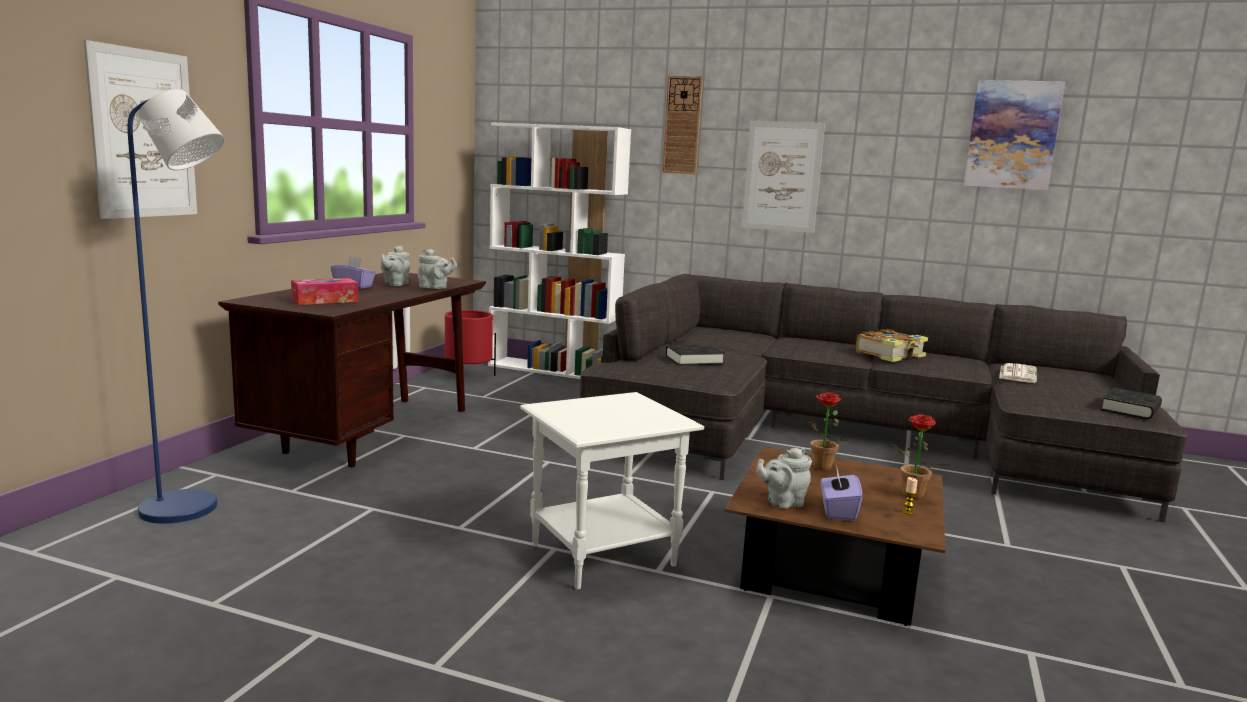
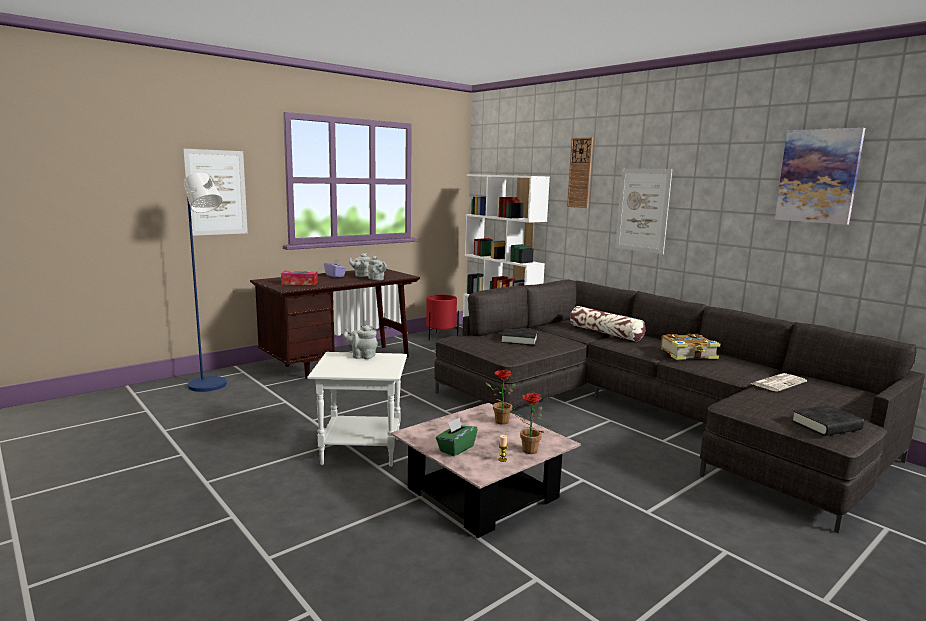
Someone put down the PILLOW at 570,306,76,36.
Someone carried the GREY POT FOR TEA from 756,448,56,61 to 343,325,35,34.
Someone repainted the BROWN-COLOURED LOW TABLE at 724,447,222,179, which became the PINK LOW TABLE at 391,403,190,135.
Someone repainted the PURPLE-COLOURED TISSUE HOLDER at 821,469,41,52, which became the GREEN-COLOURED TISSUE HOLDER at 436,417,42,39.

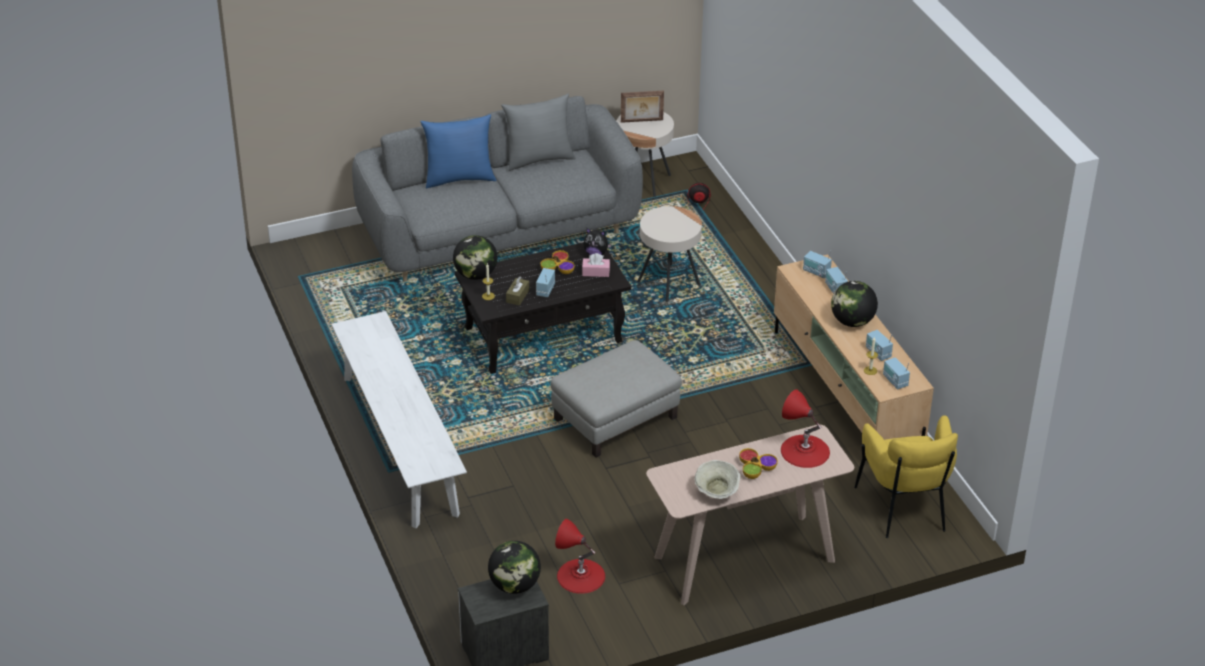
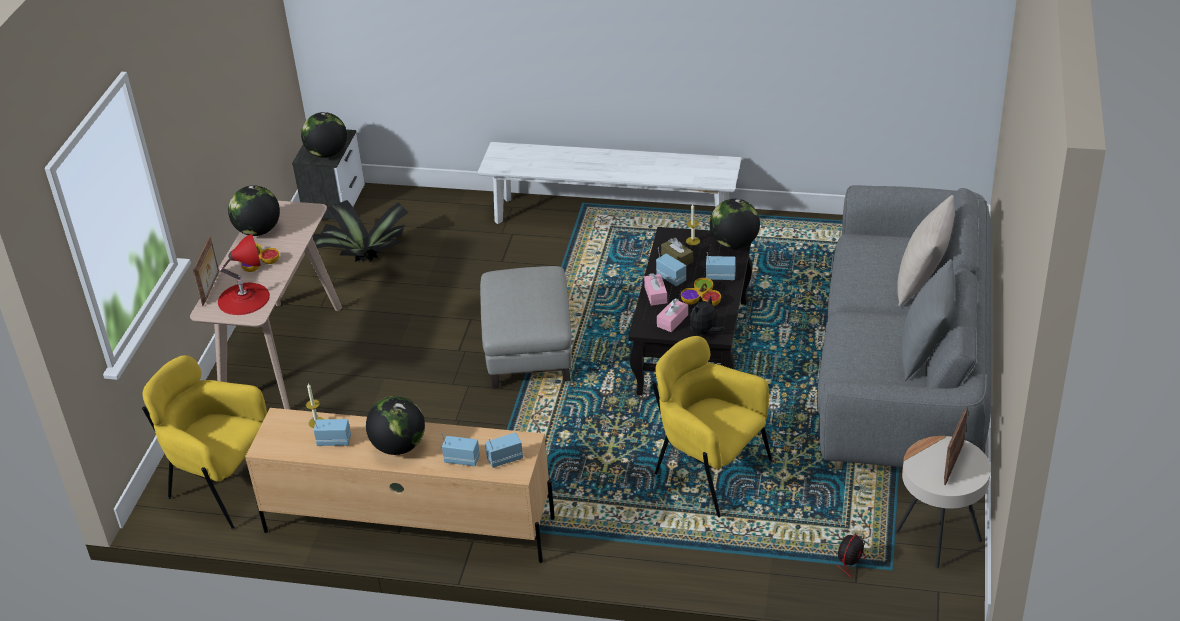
Someone put down the PHOTO FRAME at 193,236,26,70.
Someone put down the PINK TISSUE HOLDER at 644,273,23,33.
Someone carried the RADIO from 883,357,27,32 to 706,252,29,28.
Someone swapped the RED-COLOURED LAMP FOR A TABLE at 555,519,50,75 for the POTTED PLANT at 312,200,97,63.
Someone swapped the BEIGE-COLOURED SIDE TABLE at 638,206,64,96 for the YELLOWISH LOUNGE CHAIR at 652,336,120,182.
Someone swapped the BEIGE-COLOURED SERVING BOWL at 695,460,46,39 for the GLOBE at 228,185,52,51.
Someone repainted the BLUISH PILLOW at 420,114,76,74, which became the BEIGE-COLOURED PILLOW at 898,195,56,111.

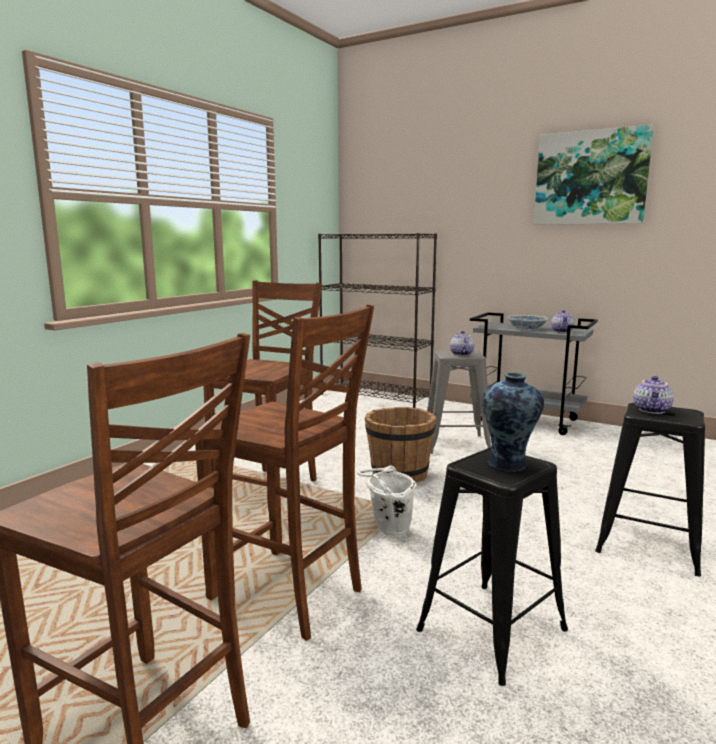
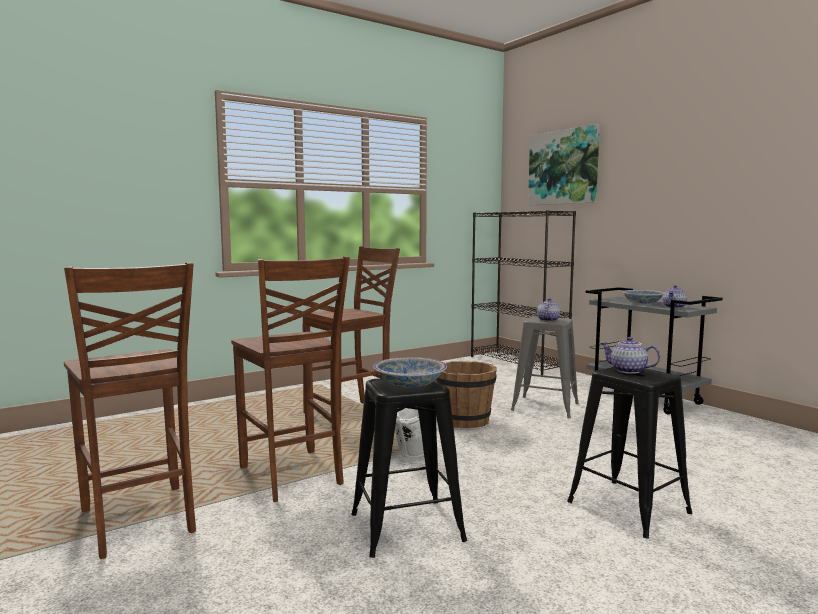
Someone carried the WALL ART from 534,125,120,100 to 528,124,72,81.
Someone swapped the FLOWER VASE at 482,372,62,100 for the SERVING BOWL at 373,357,74,30.
Someone rotated the POT FOR TEA at 633,376,41,38 by 75 degrees clockwise.

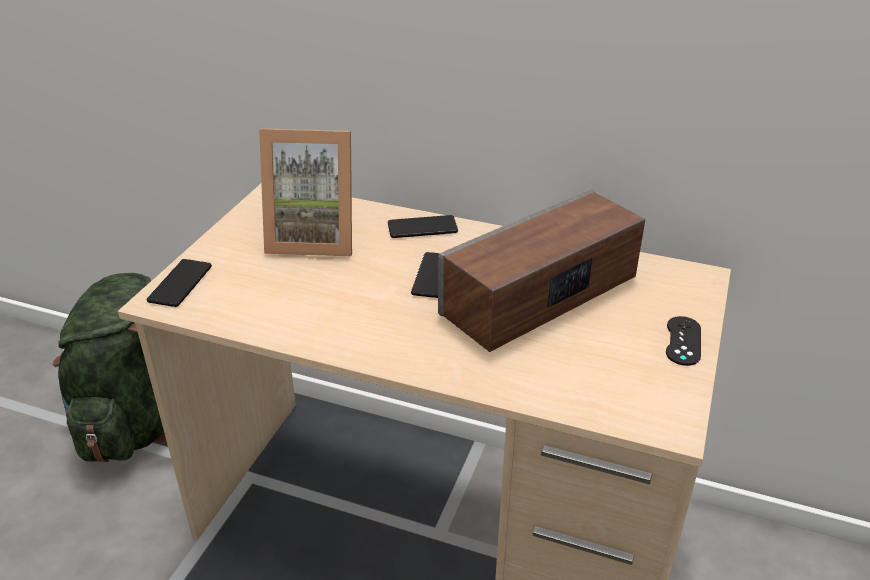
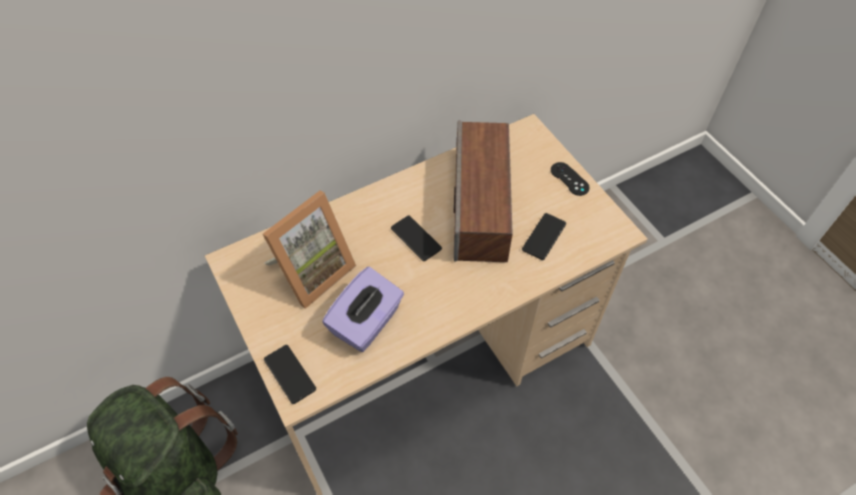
Someone put down the PURPLE-COLOURED TISSUE HOLDER at 322,267,82,85.
Someone carried the TELEPHONE from 388,215,70,23 to 522,213,44,47.

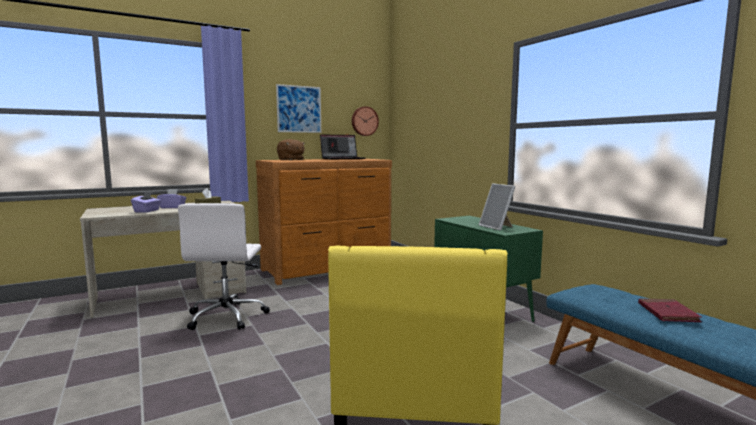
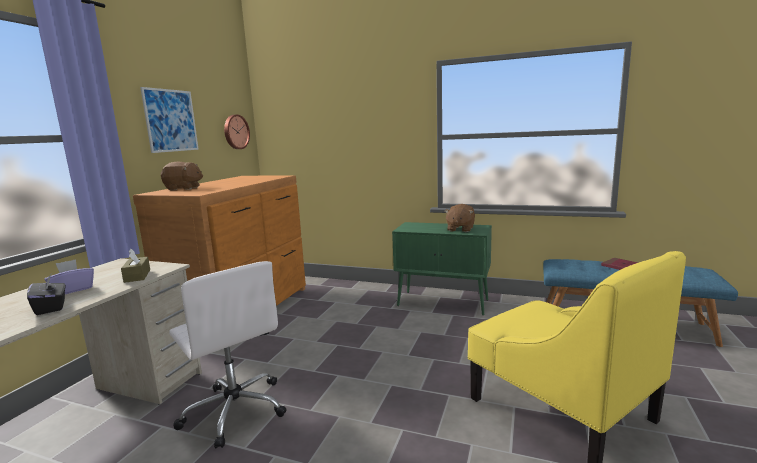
Someone took away the PORTABLE COMPUTER at 320,135,45,24.
Someone swapped the PHOTO FRAME at 479,183,36,48 for the BROWN-COLOURED CUDDLY TOY at 444,204,31,28.
Someone repainted the PURPLE-COLOURED TISSUE HOLDER at 131,191,30,22, which became the BLACK TISSUE HOLDER at 27,274,39,41.

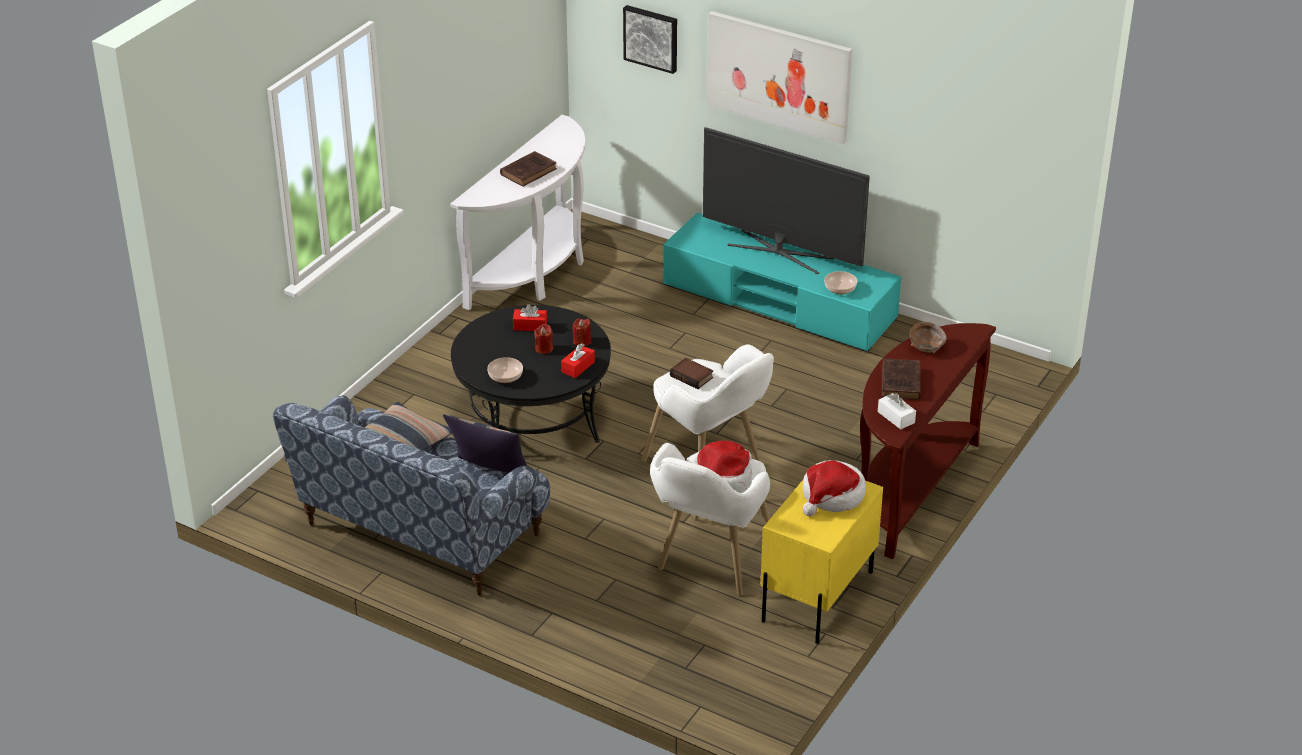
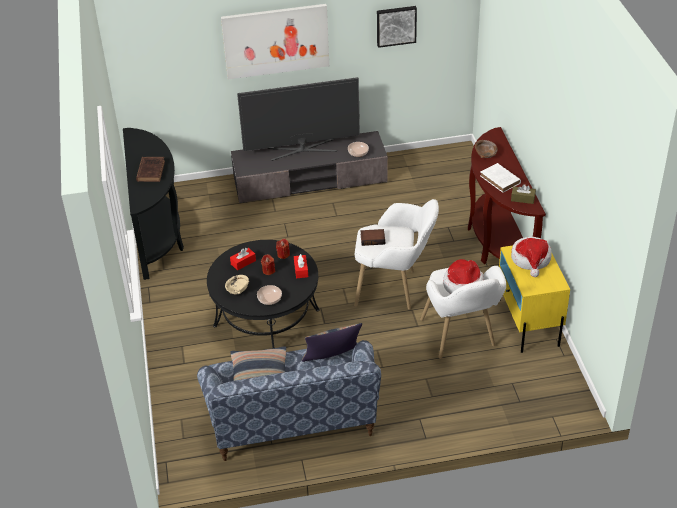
Someone put down the BEIGE-COLOURED SERVING BOWL at 225,275,24,20.
Someone carried the WALL ART from 623,5,54,69 to 377,6,40,42.
Someone repainted the WHITISH HALL TABLE at 450,115,136,195, which became the BLACK HALL TABLE at 123,128,61,152.
Someone repainted the BLUE-GREEN TV STAND at 663,213,238,139, which became the GREY TV STAND at 231,131,157,72.
Someone repainted the WHITISH TISSUE HOLDER at 878,393,38,36, which became the BROWN-COLOURED TISSUE HOLDER at 511,184,25,20.
Someone repainted the BROWN-COLOURED BOOK at 882,358,39,42, which became the WHITISH BOOK at 480,163,41,30.

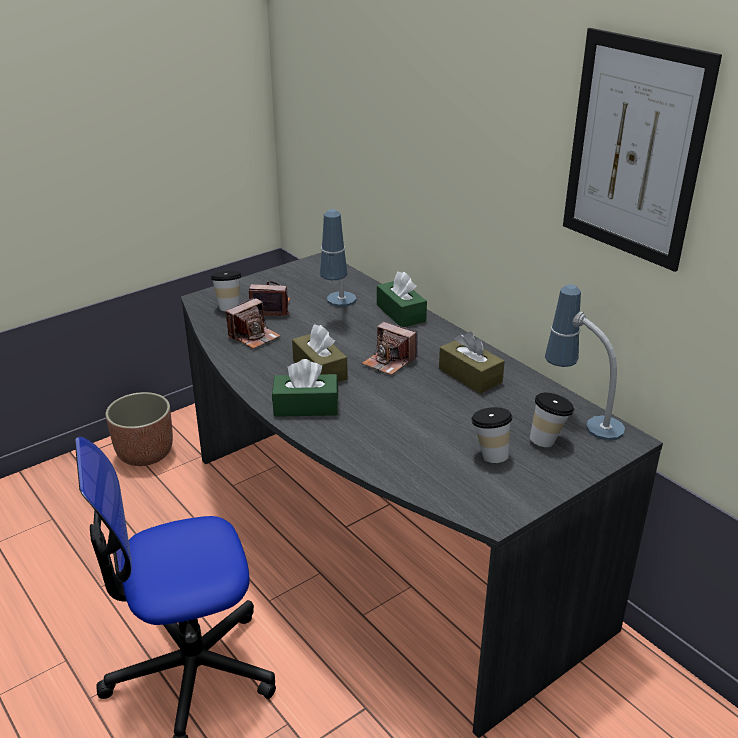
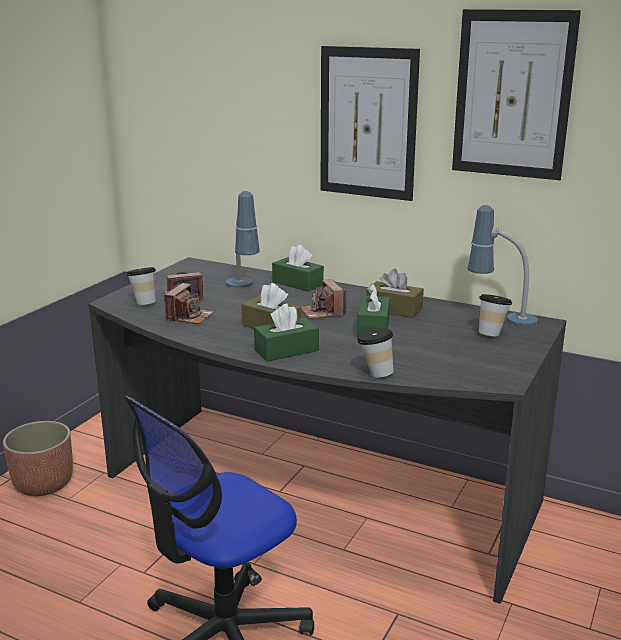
Someone put up the WALL ART at 320,46,100,155.
Someone put down the GREEN-COLOURED TISSUE HOLDER at 357,283,33,54.
Someone carried the CUP from 471,407,41,56 to 357,328,37,50.
Someone rotated the STILL CAMERA at 362,322,55,53 by 60 degrees clockwise.

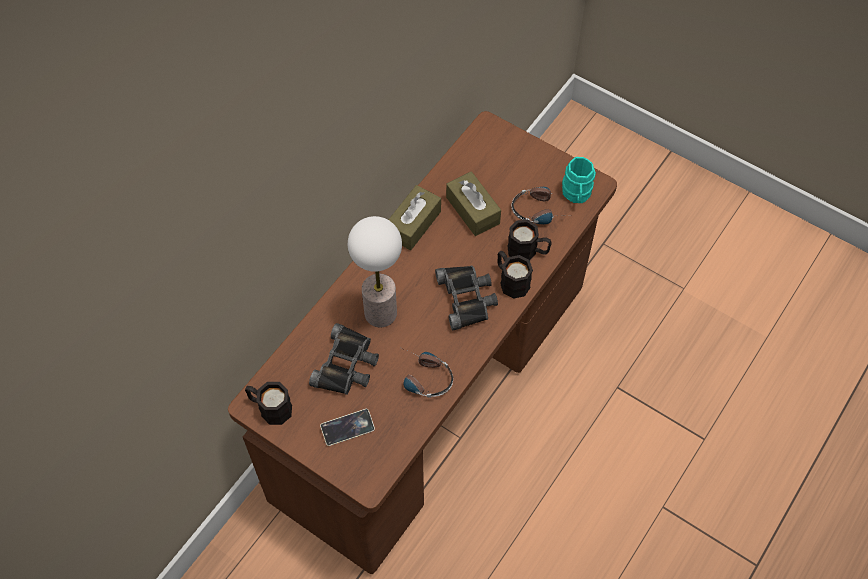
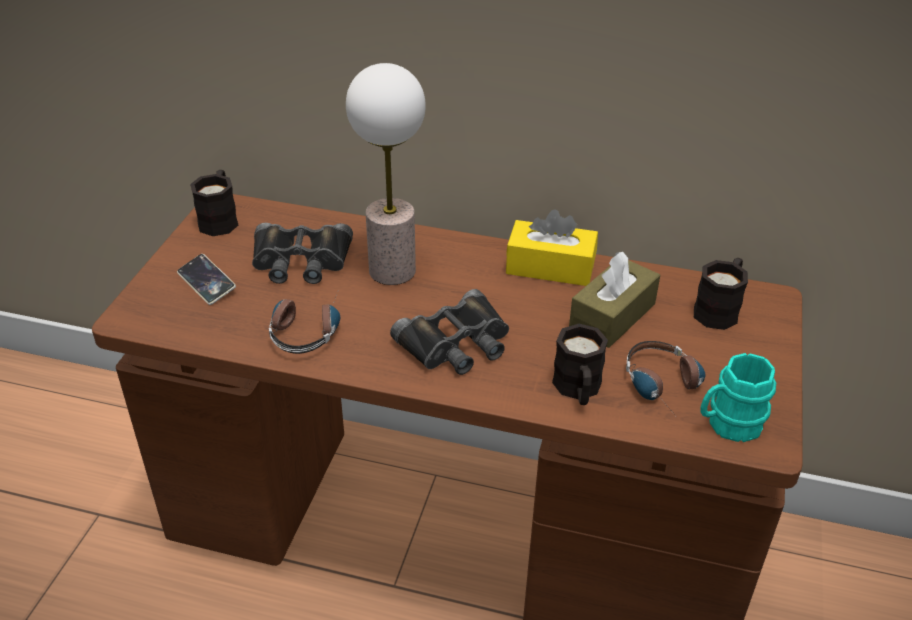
Someone carried the BLACK TEA MUG from 498,250,35,49 to 694,258,54,72.
Someone repainted the BROWN-COLOURED TISSUE HOLDER at 388,185,53,65, which became the YELLOWISH TISSUE HOLDER at 506,209,92,77.

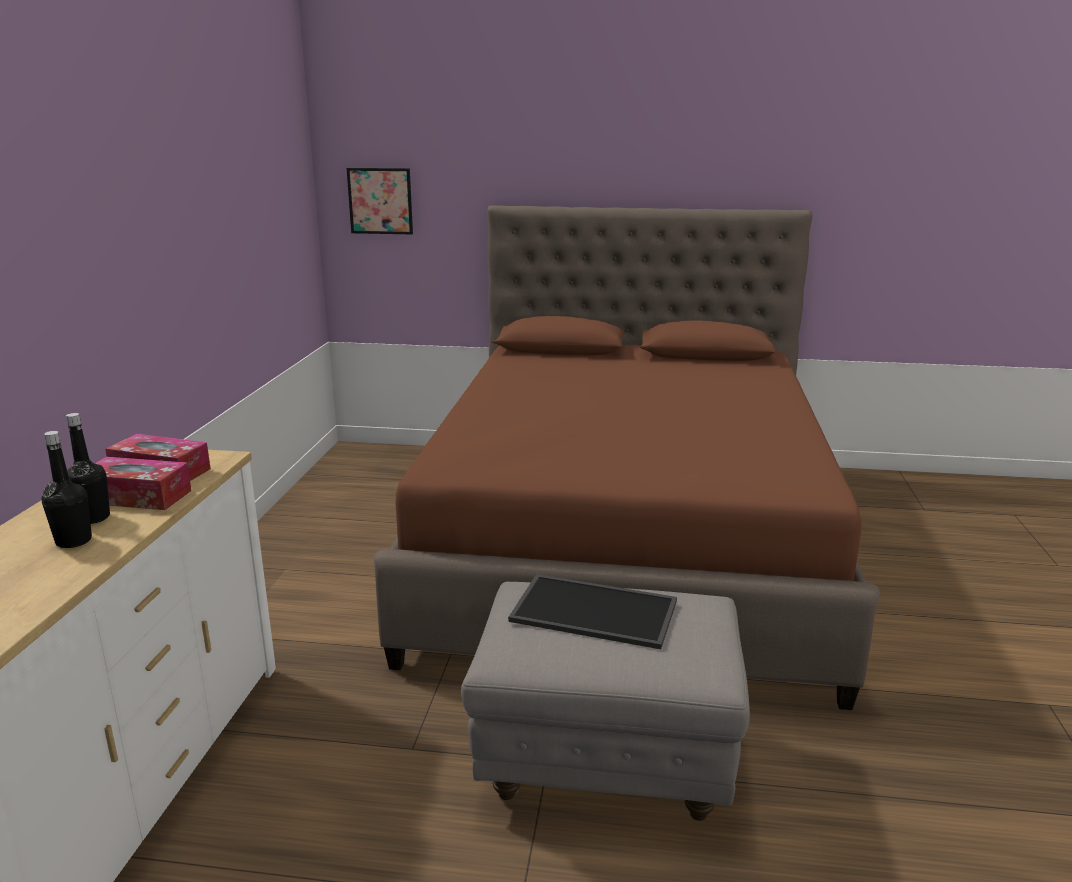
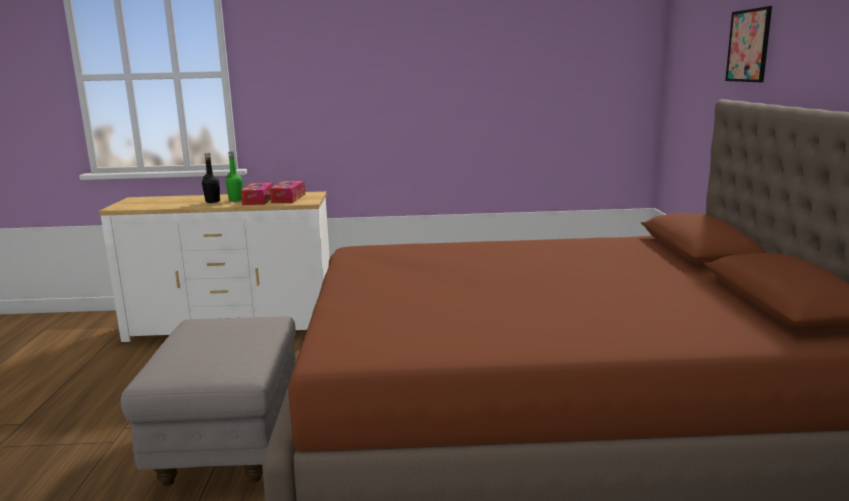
Someone took away the SERVING TRAY at 508,574,169,75.
Someone carried the WALL ART from 347,168,66,66 to 725,6,47,76.
Someone repainted the BLACK DRINK BOTTLE at 66,413,44,111, which became the GREEN-COLOURED DRINK BOTTLE at 225,152,18,49.

